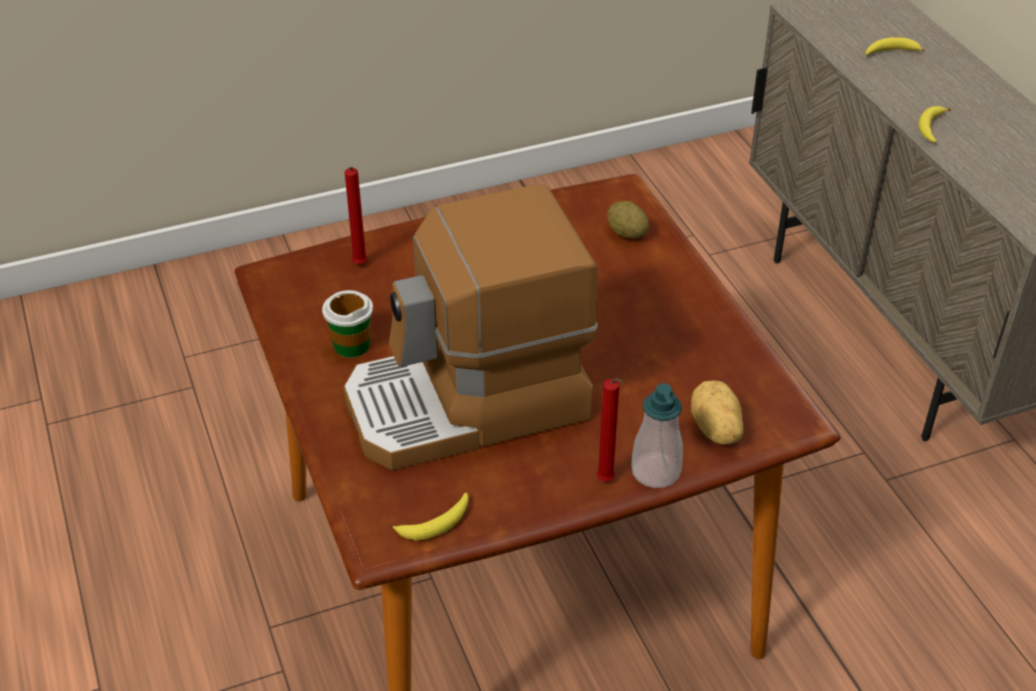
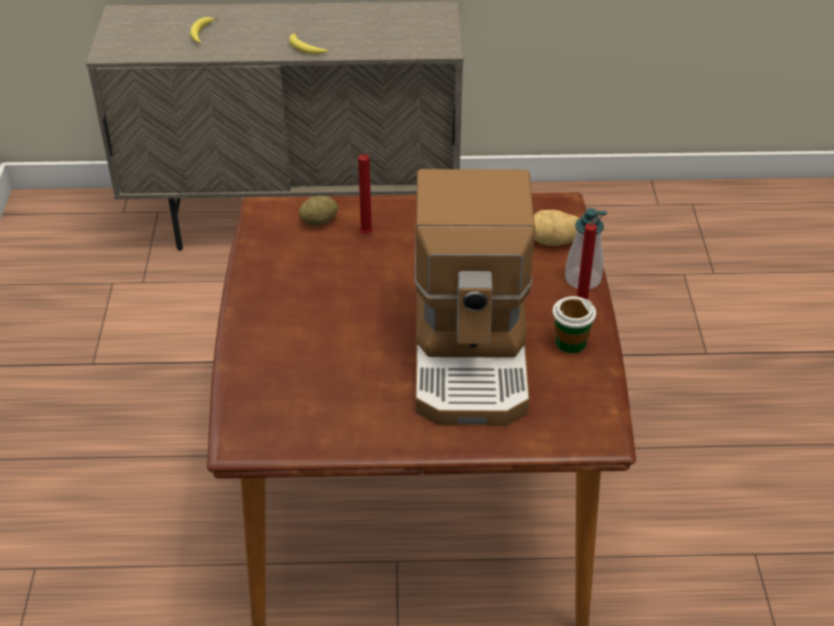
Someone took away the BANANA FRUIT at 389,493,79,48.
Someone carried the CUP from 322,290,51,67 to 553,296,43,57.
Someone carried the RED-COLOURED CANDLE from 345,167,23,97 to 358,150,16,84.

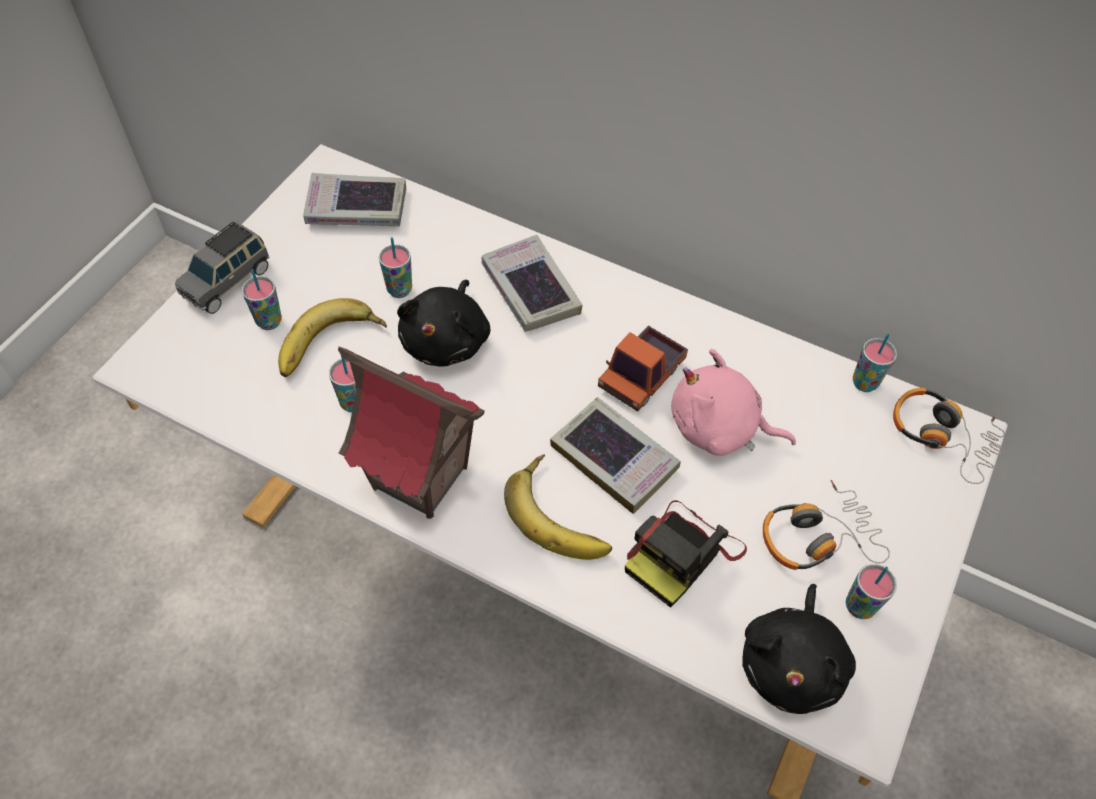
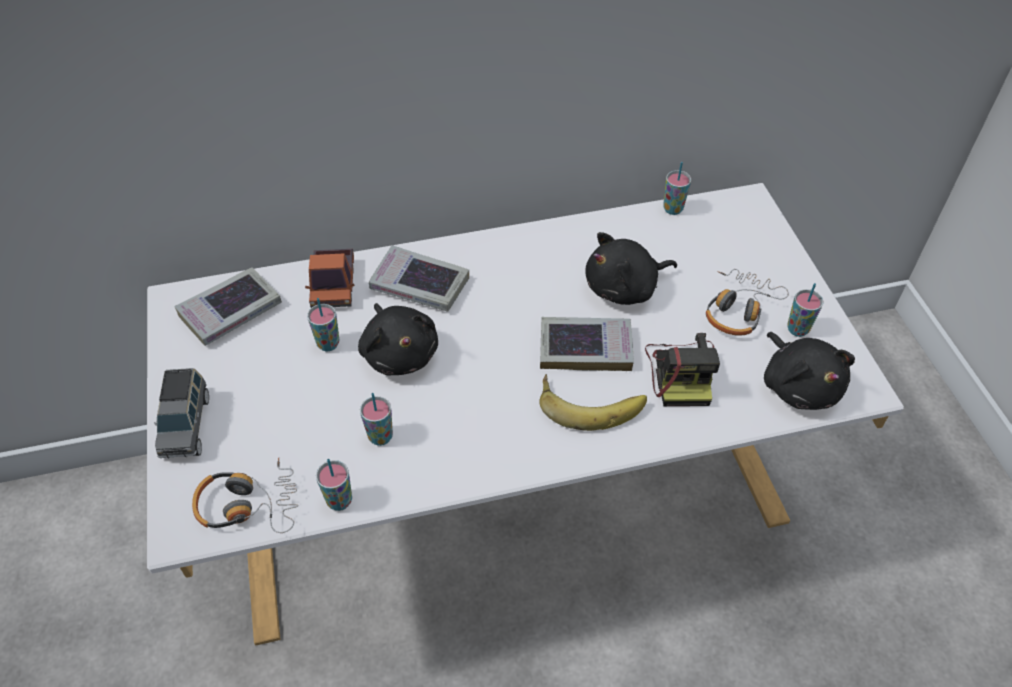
Someone took away the BANANA FRUIT at 278,298,109,79.
Someone took away the MODEL HOUSE at 338,346,147,173.
Someone carried the CUP from 242,269,40,61 to 316,459,36,52.
Someone carried the TOY TRUCK from 598,325,90,87 to 305,249,50,59.
Someone carried the HEADSET from 893,388,112,96 to 192,457,106,76.
Someone repainted the PINK CUDDLY TOY at 671,349,125,107, which became the BLACK CUDDLY TOY at 585,232,92,73.

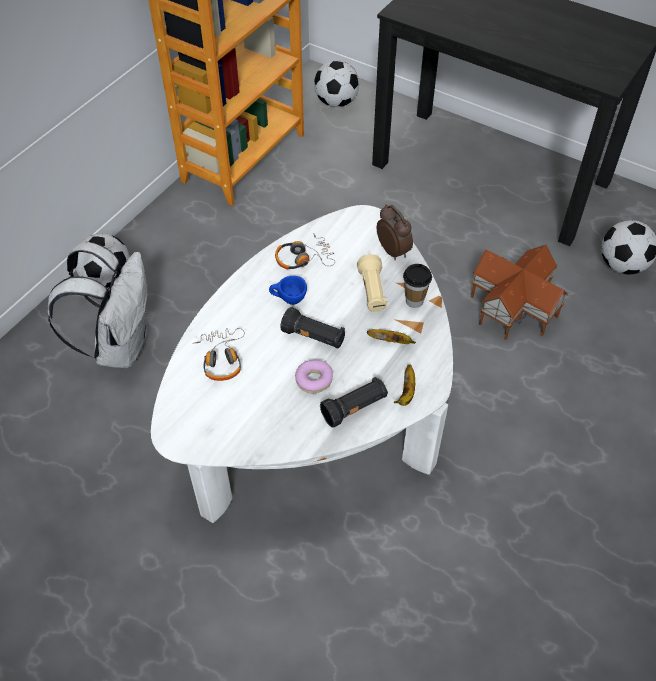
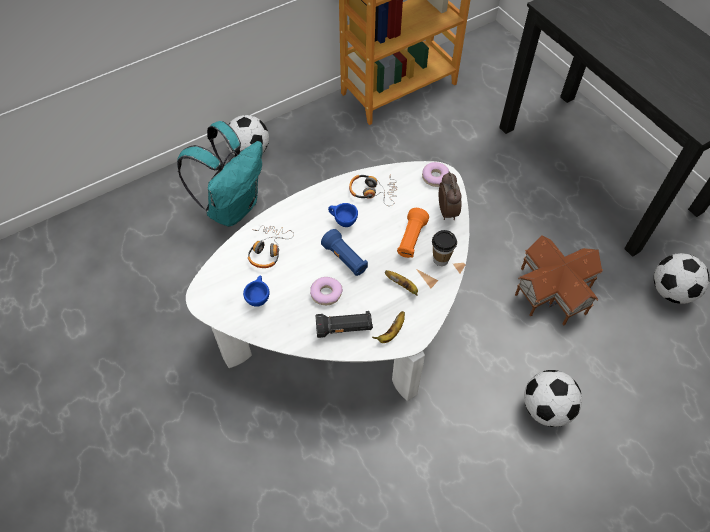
Someone put down the BLUISH CUP at 243,275,26,32.
Someone put down the RING DOUGHNUT at 422,162,27,25.
Someone carried the FOOTBALL BALL from 314,60,45,47 to 524,370,58,57.
Someone repainted the WHITISH RUCKSACK at 47,242,101,126, which became the BLUE-GREEN RUCKSACK at 177,121,86,106.
Someone repainted the BLACK TORCH at 280,307,65,42, which became the BLUISH TORCH at 321,229,47,47.
Someone repainted the BEIGE-COLOURED TORCH at 357,254,30,58, which became the ORANGEY TORCH at 397,208,32,50.

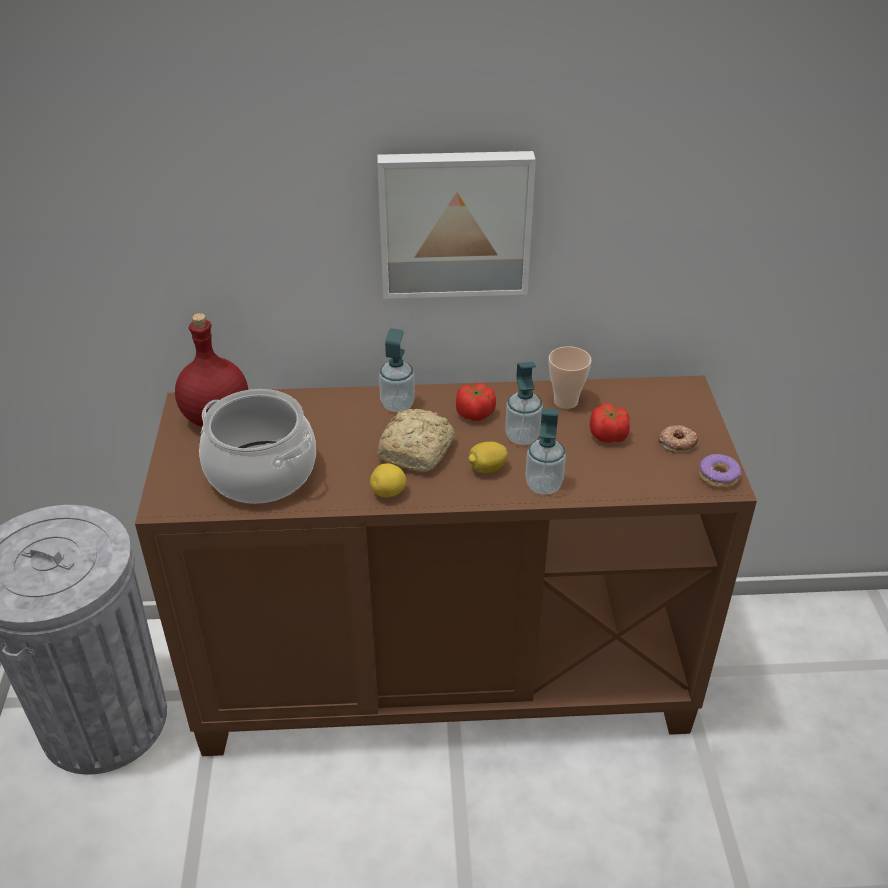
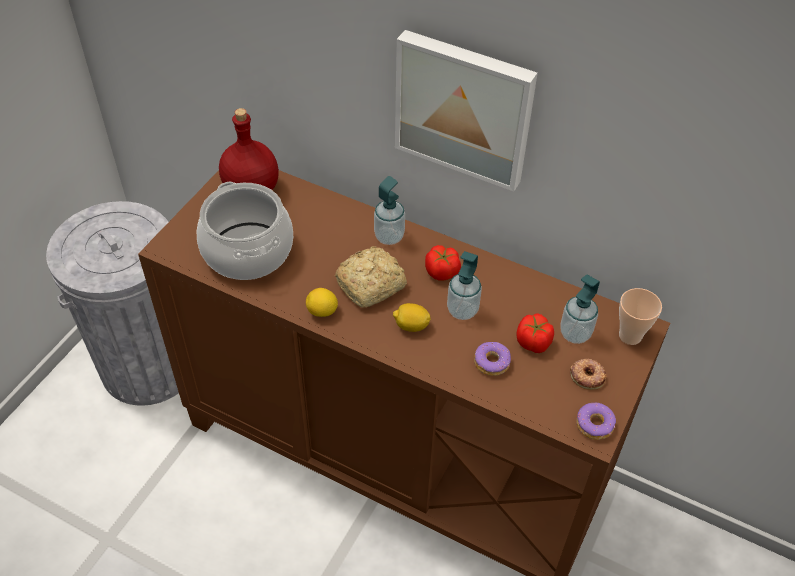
Someone put down the RING DOUGHNUT at 474,342,37,34.
Someone carried the SOAP DISPENSER from 525,408,41,87 to 560,275,40,69.
Someone carried the CUP from 549,346,43,63 to 619,288,43,57.

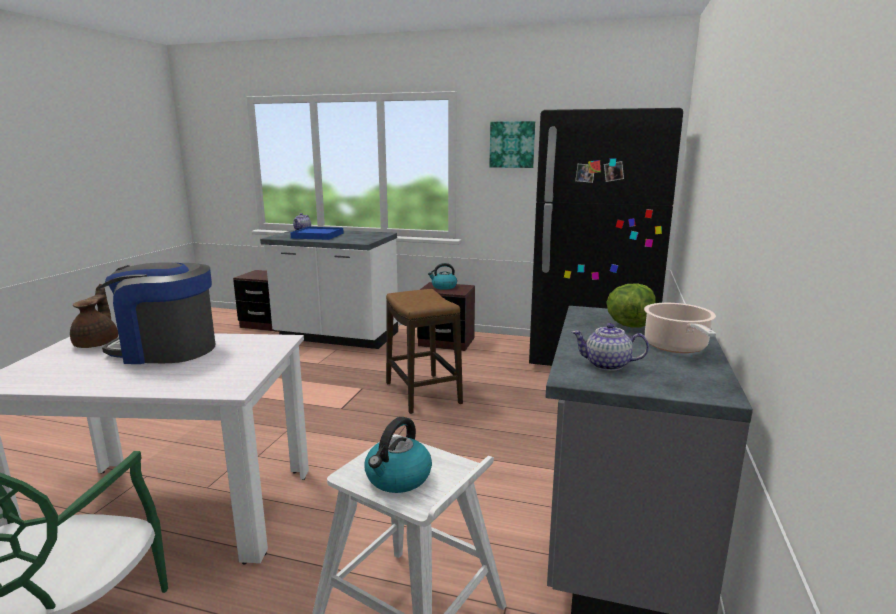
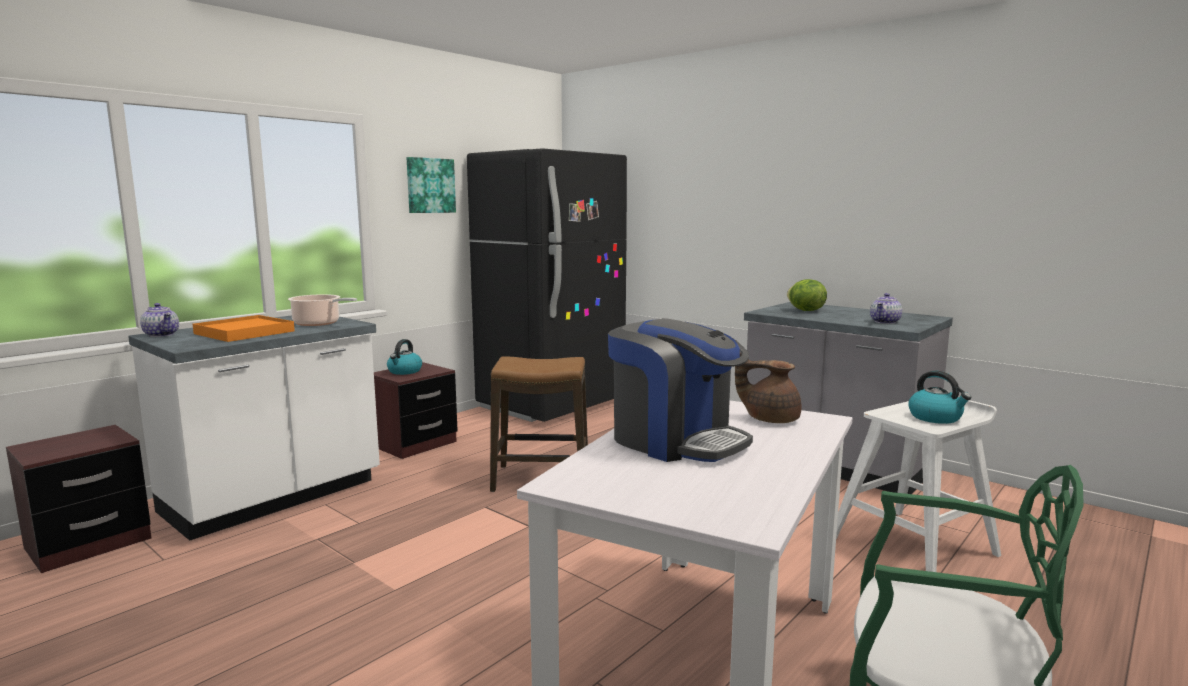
Someone carried the BROWN-COLOURED POT FOR TEA from 70,284,48,64 to 735,353,66,70.
Someone carried the STOCKPOT from 644,303,72,50 to 288,294,69,32.
Someone repainted the BLUISH SERVING TRAY at 290,227,54,13, which became the ORANGEY SERVING TRAY at 193,315,102,27.
Someone rotated the COFFEE MAKER at 98,262,117,102 by 75 degrees counterclockwise.

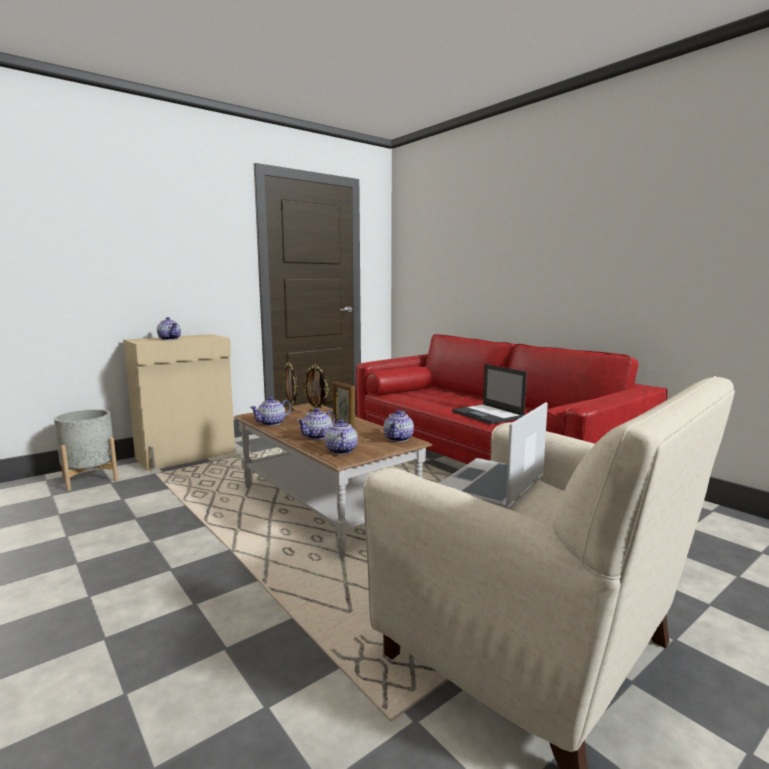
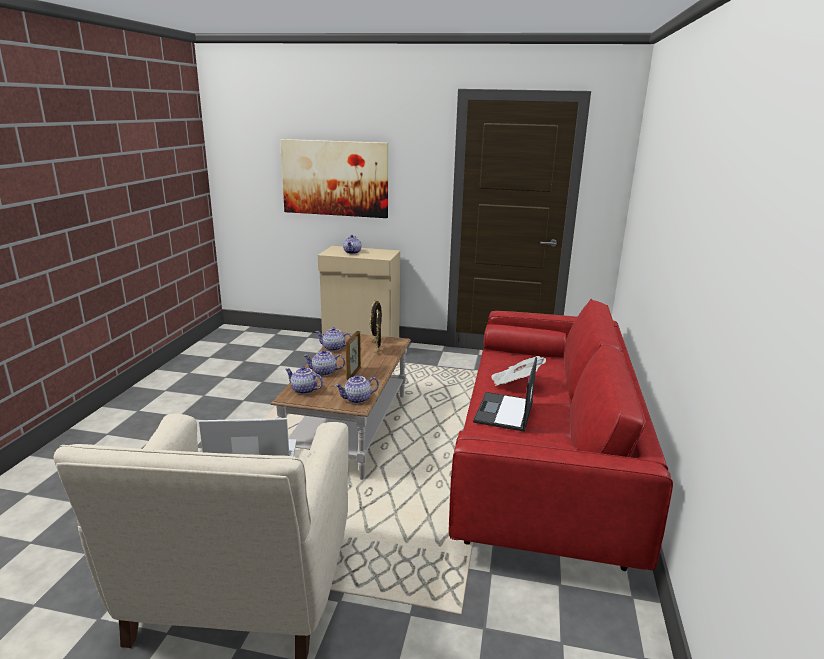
Someone took away the GREY FLOWER POT at 54,409,64,82.
Someone put up the WALL ART at 280,139,108,79.
Someone put down the NEWSPAPER at 491,356,55,30.
Someone rotated the POT FOR TEA at 325,420,33,34 by 105 degrees counterclockwise.

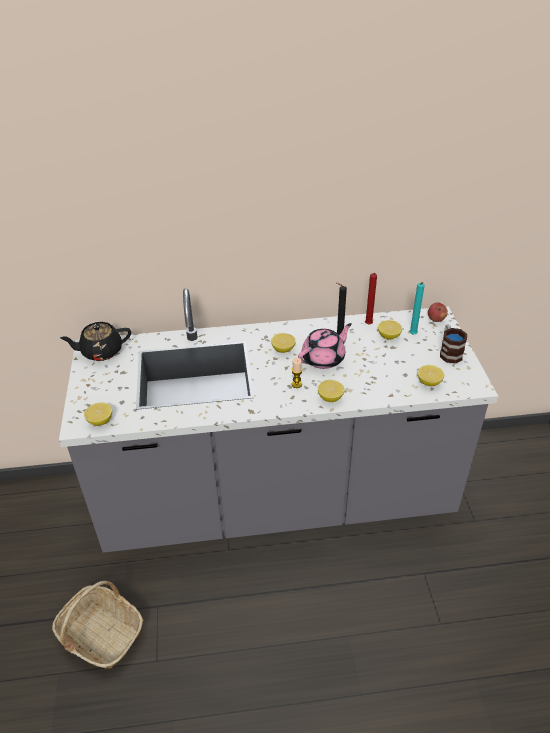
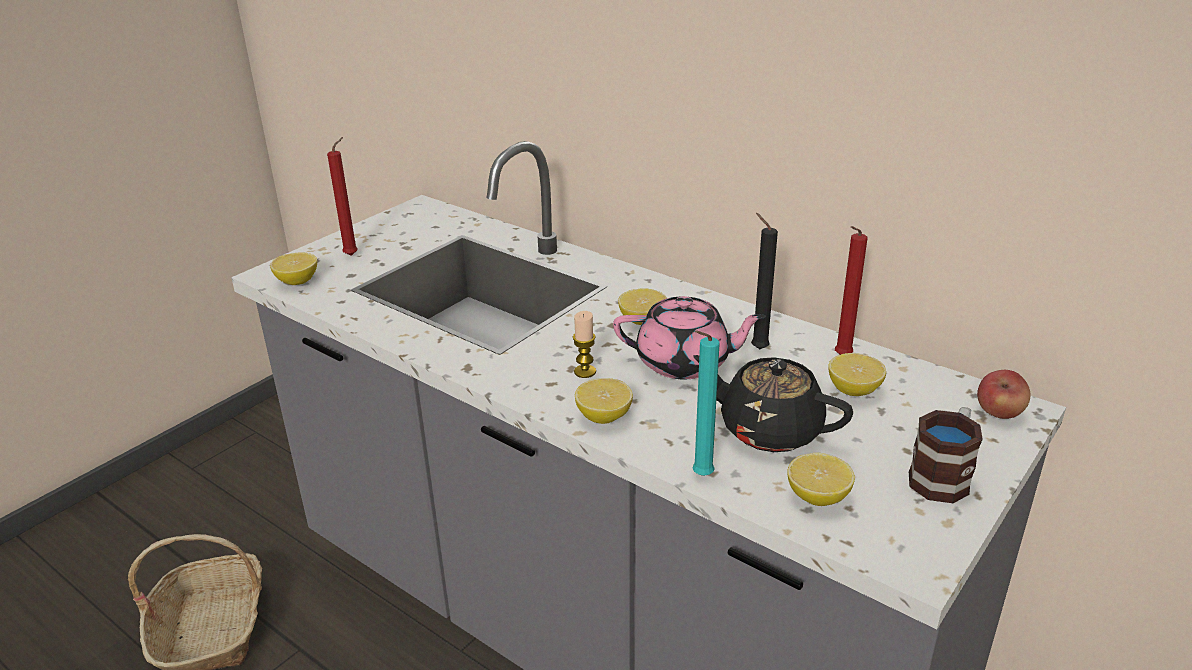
Someone put down the RED-COLOURED CANDLE at 327,137,31,119.
Someone carried the BLACK POT FOR TEA from 60,322,71,39 to 693,355,160,97.
Someone carried the BLUE-GREEN CANDLE from 409,282,16,53 to 692,330,28,146.

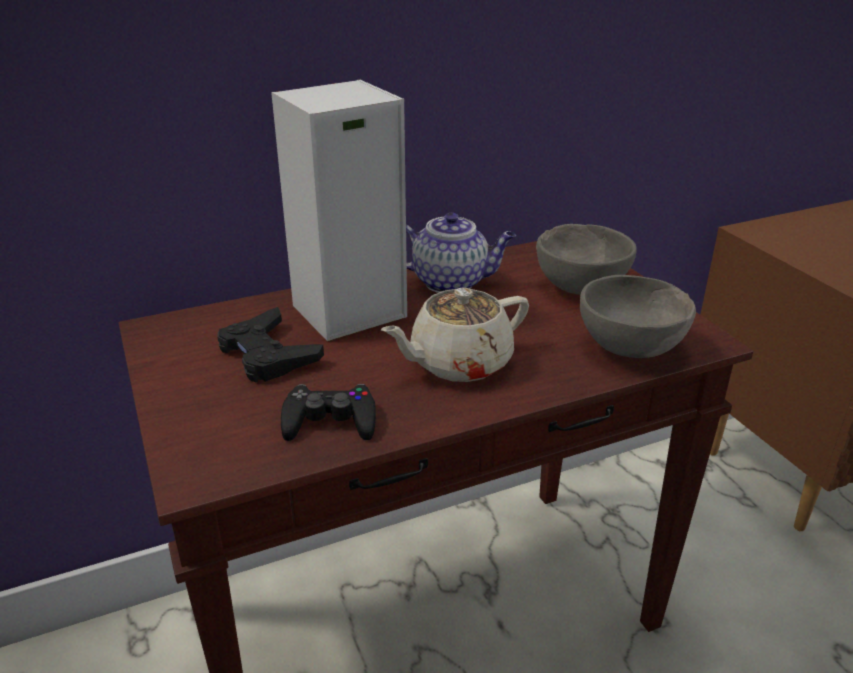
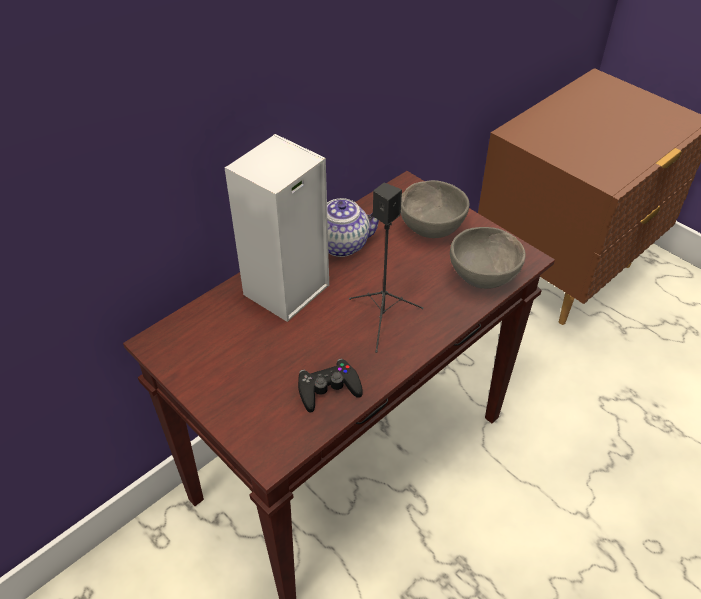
Someone took away the BLACK JOYPAD at 217,307,107,75.
Someone swapped the BEIGE-COLOURED POT FOR TEA at 381,288,148,94 for the BLACK LOUDSPEAKER at 349,182,75,171.

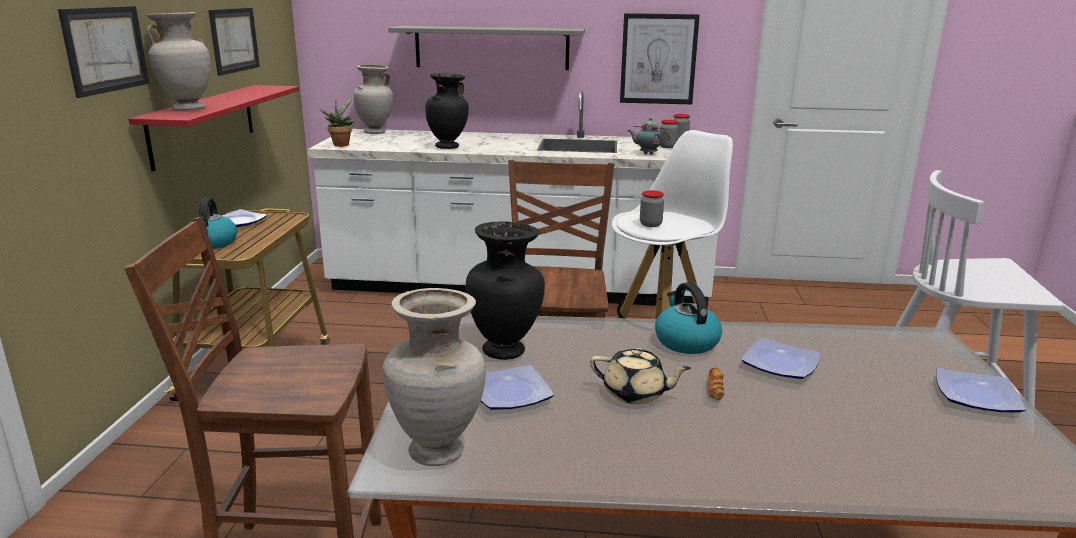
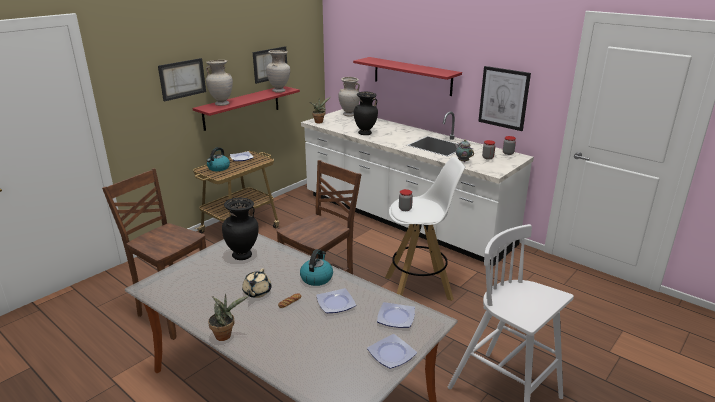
Someone put down the POTTED PLANT at 208,294,40,47.
Someone carried the BEIGE-COLOURED FLOWER VASE from 383,288,103,178 to 266,50,24,43.
Someone carried the FLAT DISH from 481,365,73,45 to 377,302,38,26.
Someone repainted the GREY WALL SHELF at 388,26,197,44, which became the RED-COLOURED WALL SHELF at 353,57,109,39.
Someone rotated the BEIGE-COLOURED POT FOR TEA at 590,348,101,56 by 45 degrees clockwise.

